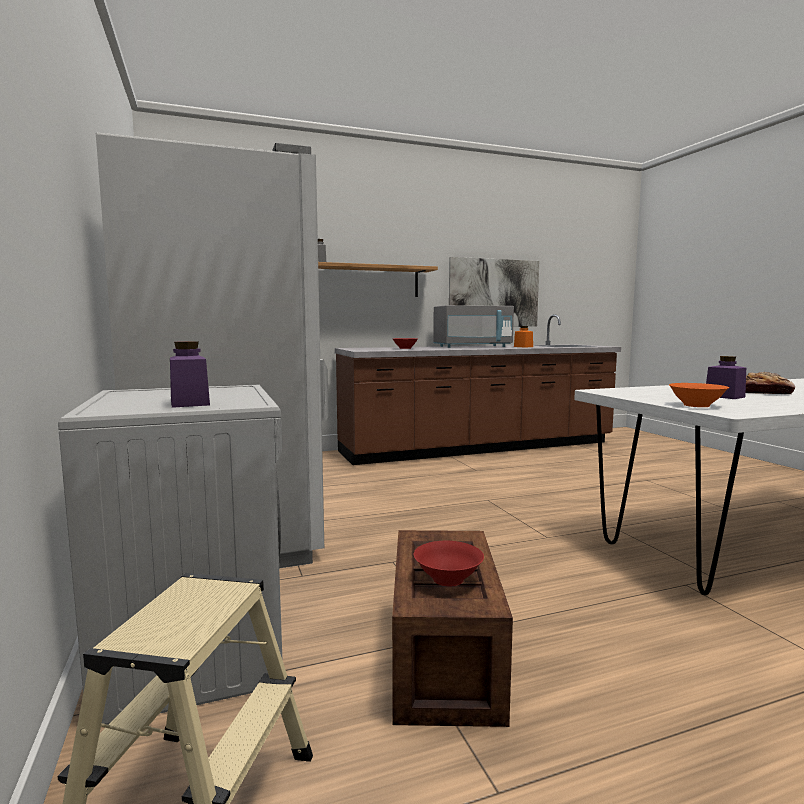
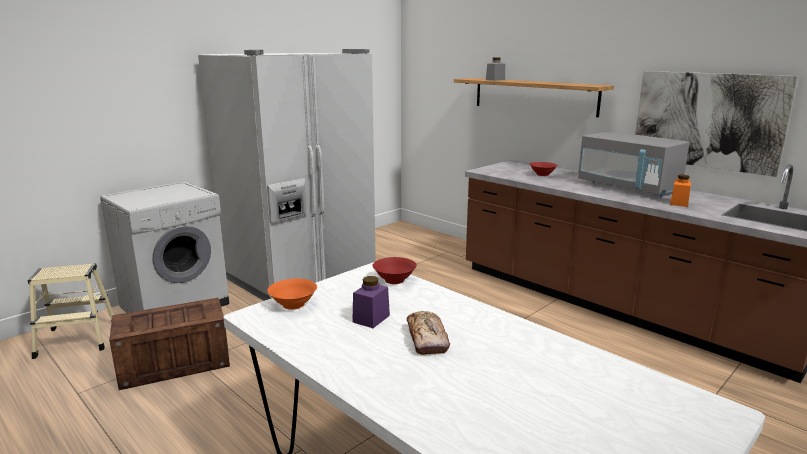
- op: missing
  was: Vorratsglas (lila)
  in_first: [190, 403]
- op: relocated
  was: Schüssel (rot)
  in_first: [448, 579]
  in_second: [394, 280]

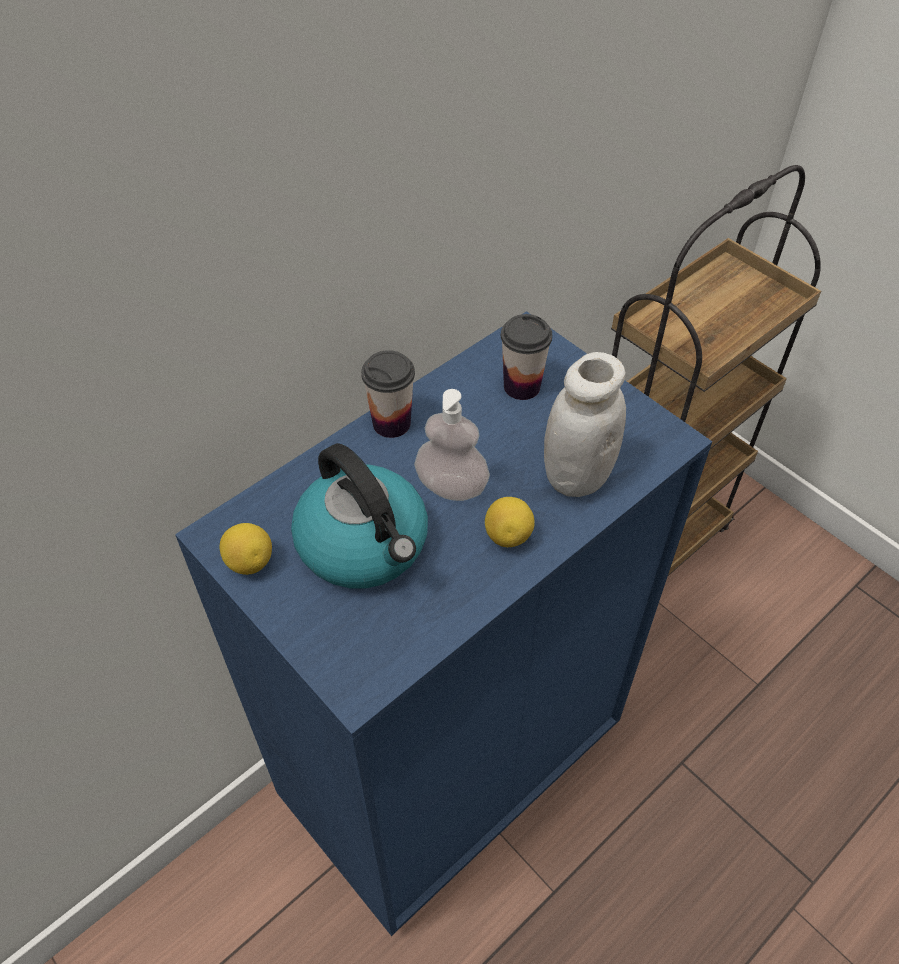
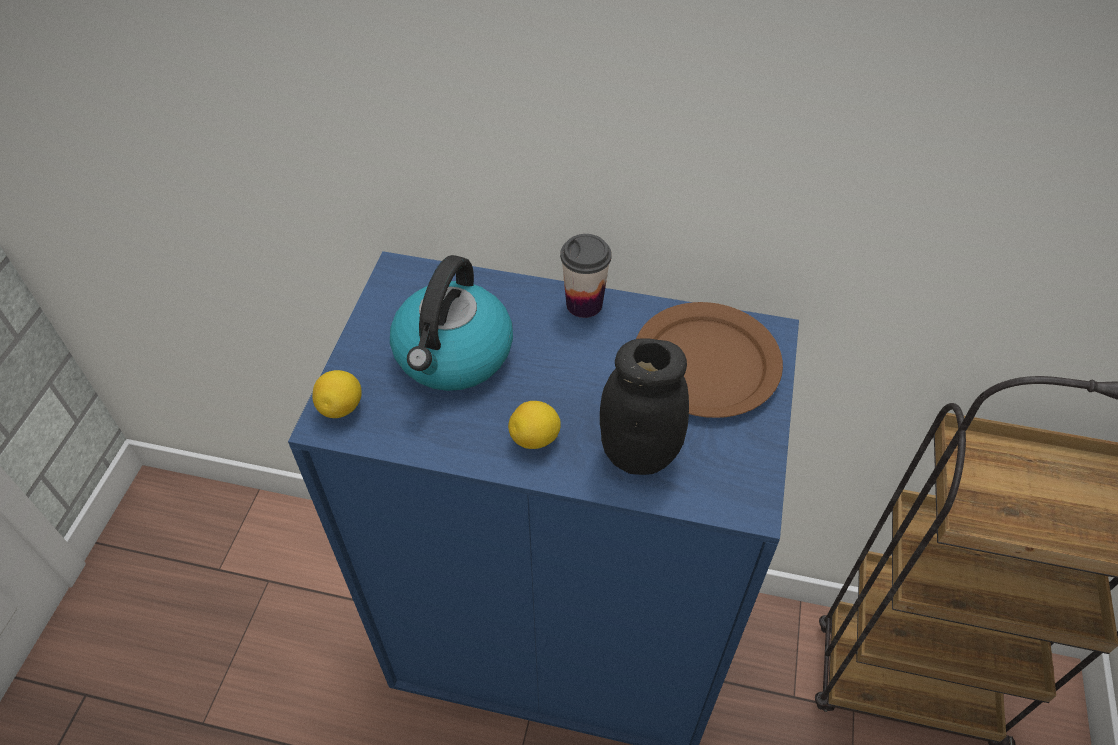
- op: missing
  was: Seifenspender
  in_first: [451, 487]
- op: relocated
  was: Zitrone
  in_first: [249, 562]
  in_second: [341, 407]
- op: exchanged
  was: Tasse
  now: Teller (braun)
  in_first: [522, 386]
  in_second: [705, 363]
- op: colour
  was: Vorratsglas (weiß)
  now: Vorratsglas (schwarz)
  in_first: [576, 476]
  in_second: [639, 453]

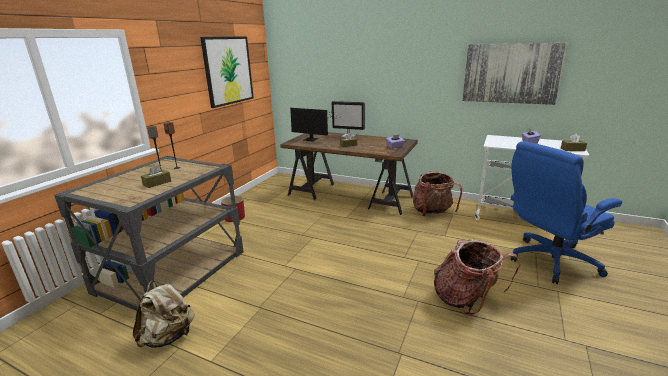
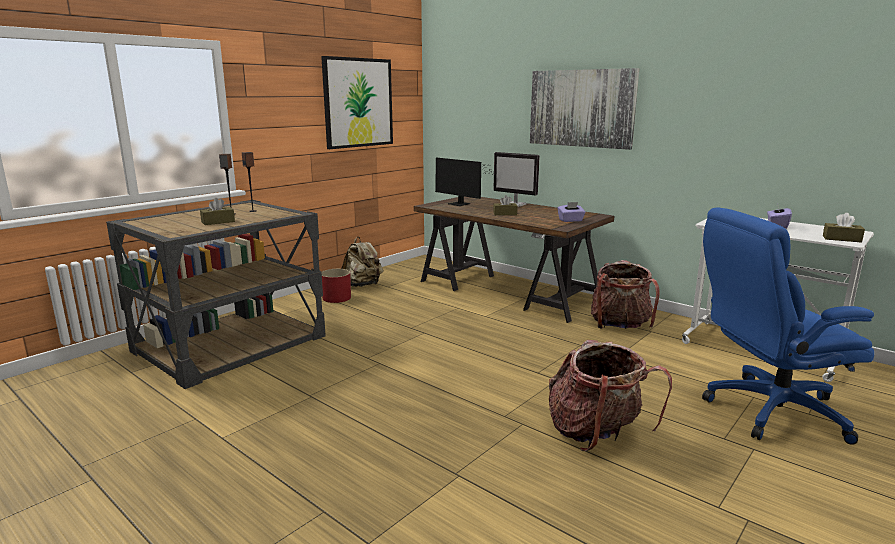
- op: relocated
  was: Rucksack (beige)
  in_first: [168, 337]
  in_second: [362, 285]
- op: relocated
  was: Bild
  in_first: [511, 73]
  in_second: [581, 108]

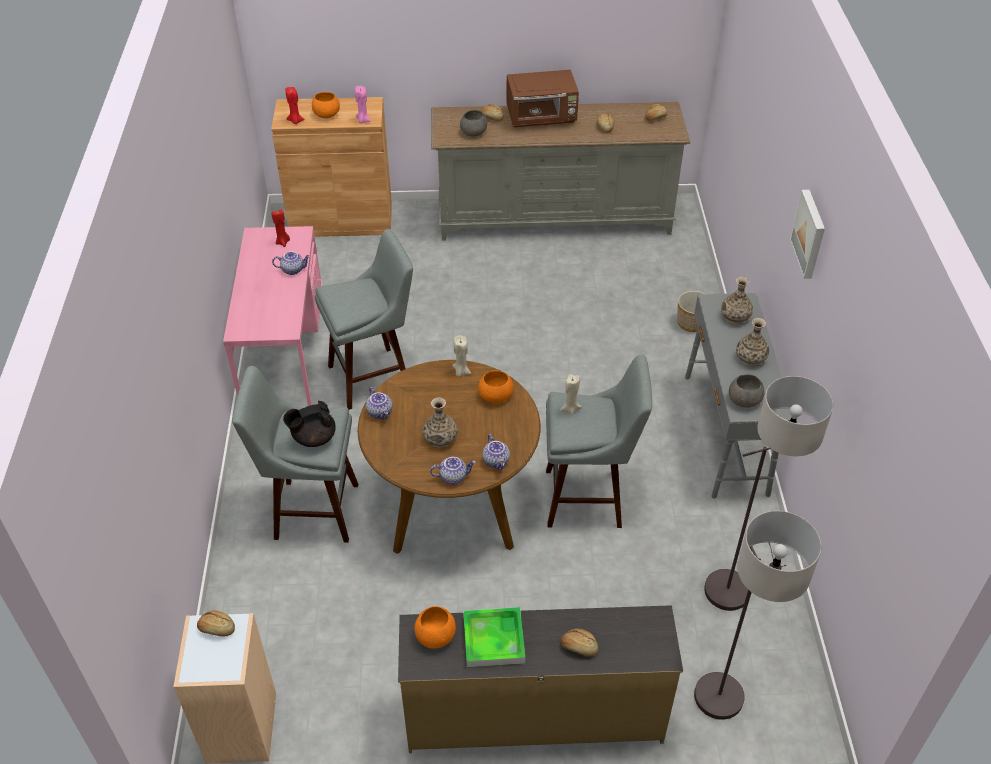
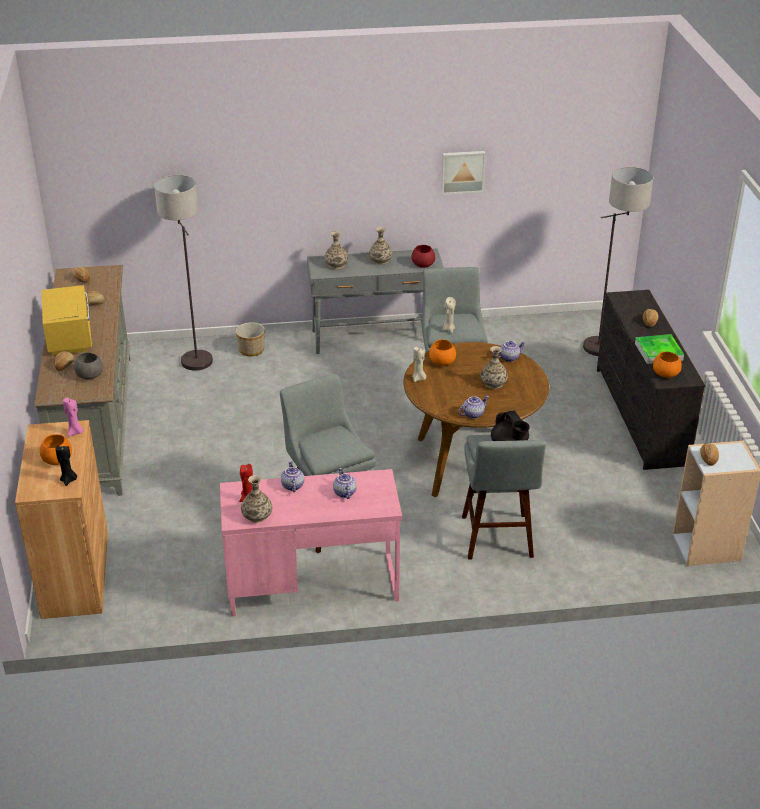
- op: appeared
  now: Vase
  in_second: [257, 515]
- op: relocated
  was: Teekanne
  in_first: [453, 476]
  in_second: [344, 492]
- op: relocated
  was: Stehlampe (grau)
  in_first: [739, 587]
  in_second: [194, 356]
- op: relocated
  was: Bild
  in_first: [810, 234]
  in_second: [462, 171]
- op: colour
  was: Kerze (rot)
  now: Kerze (schwarz)
  in_first: [295, 121]
  in_second: [68, 480]
- op: colour
  was: Mikrowelle (braun)
  now: Mikrowelle (gelb)
  in_first: [542, 118]
  in_second: [70, 337]
- op: colour
  was: Schüssel (grau)
  now: Schüssel (rot)
  in_first: [743, 400]
  in_second: [423, 264]

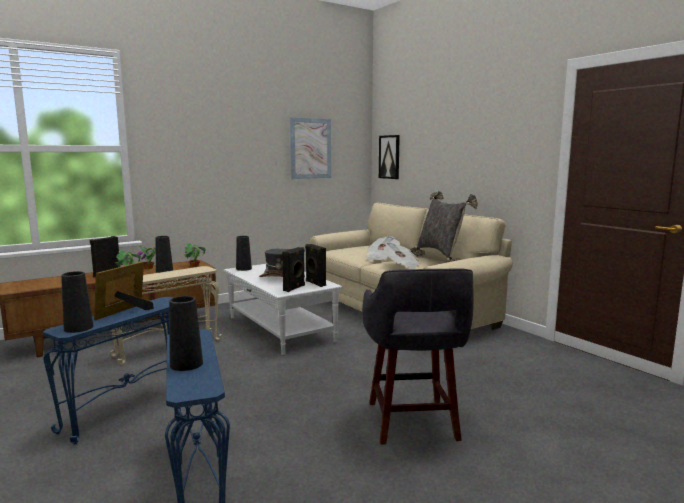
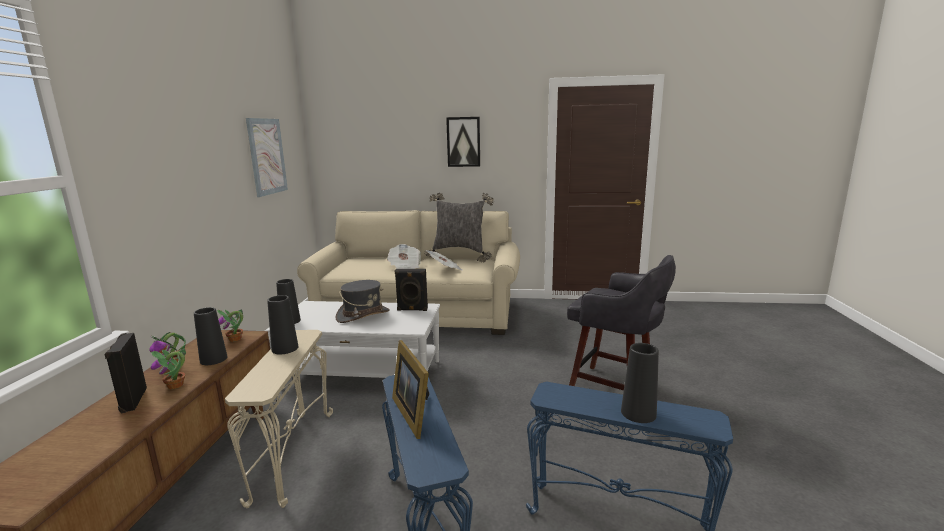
- op: missing
  was: Lautsprecher (schwarz)
  in_first: [294, 288]
- op: relocated
  was: Vase (schwarz)
  in_first: [78, 328]
  in_second: [285, 348]
- op: relocated
  was: Bild
  in_first: [389, 157]
  in_second: [463, 142]

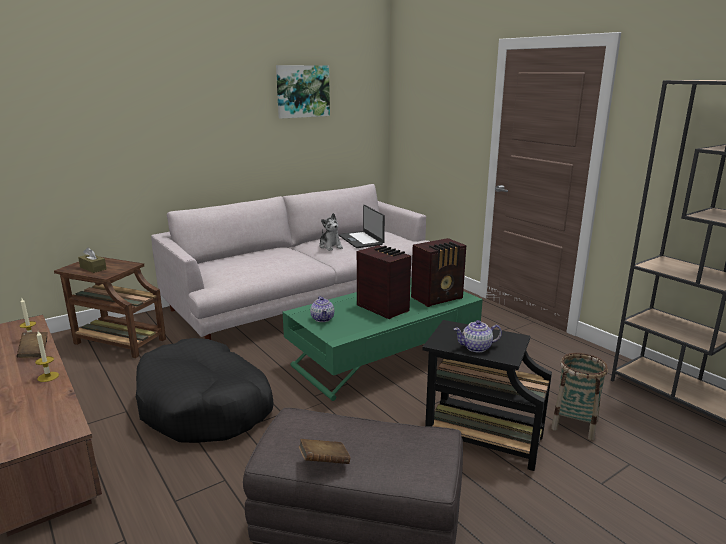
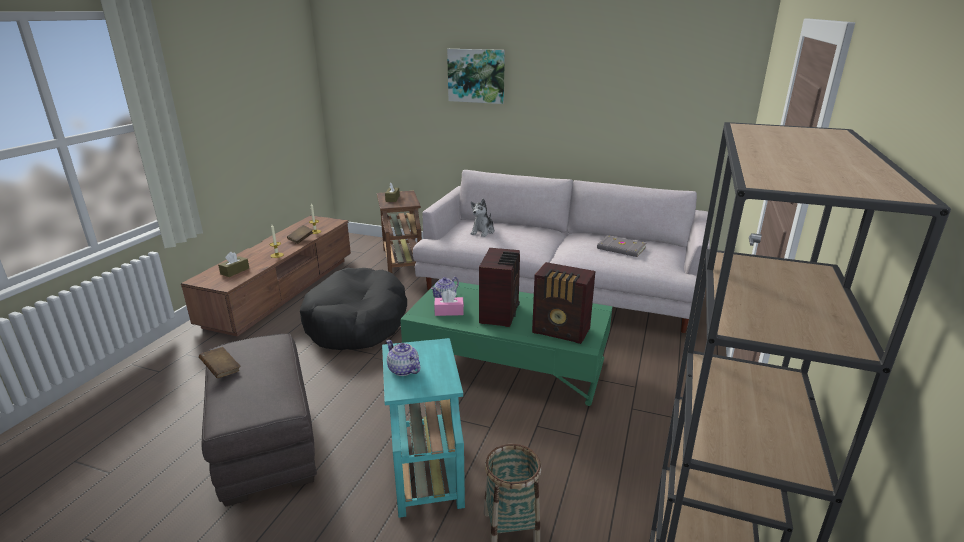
- op: appeared
  now: Taschentuchbox (braun)
  in_second: [235, 271]
- op: appeared
  now: Taschentuchbox (rosa)
  in_second: [449, 311]
- op: relocated
  was: Bild
  in_first: [302, 91]
  in_second: [476, 76]
- op: relocated
  was: Plüschtier
  in_first: [330, 246]
  in_second: [483, 232]
- op: exchanged
  was: Laptop
  now: Buch (grau)
  in_first: [361, 240]
  in_second: [621, 248]
- op: colour
  was: Beistelltisch (schwarz)
  now: Beistelltisch (türkis)
  in_first: [480, 438]
  in_second: [426, 466]

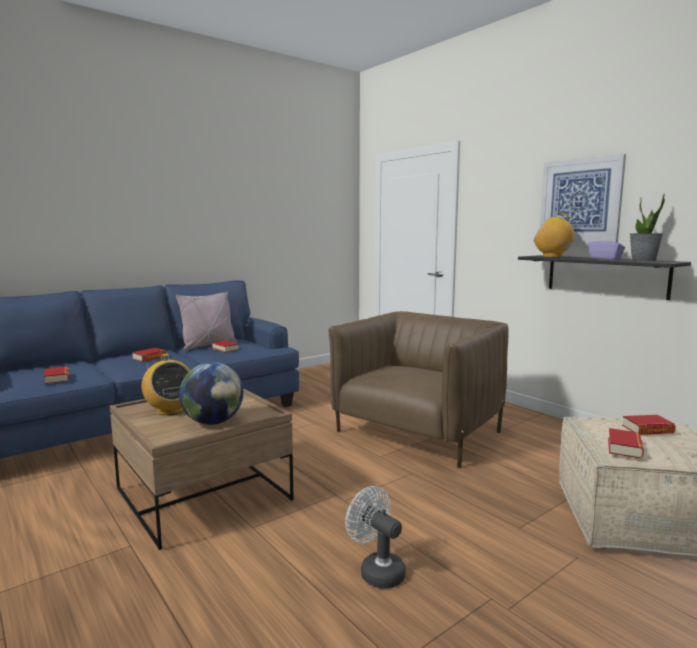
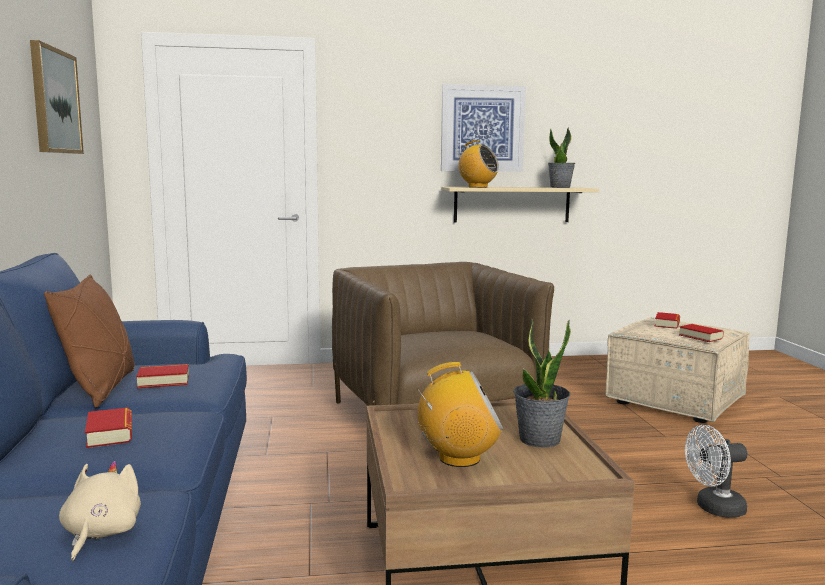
- op: missing
  was: Taschentuchbox (lila)
  in_first: [605, 259]
- op: appeared
  now: Bild
  in_second: [54, 101]
- op: exchanged
  was: Buch
  now: Plüschtier (beige)
  in_first: [57, 378]
  in_second: [100, 534]
- op: exchanged
  was: Globus
  now: Topfpflanze
  in_first: [213, 422]
  in_second: [539, 440]
- op: colour
  was: Kissen (lila)
  now: Kissen (braun)
  in_first: [208, 345]
  in_second: [101, 388]
- op: colour
  was: Wandregal (schwarz)
  now: Wandregal (beige)
  in_first: [605, 276]
  in_second: [512, 204]
- op: spun
  was: Radio
  in_first: [552, 257]
  in_second: [477, 187]
  clockwise: -120

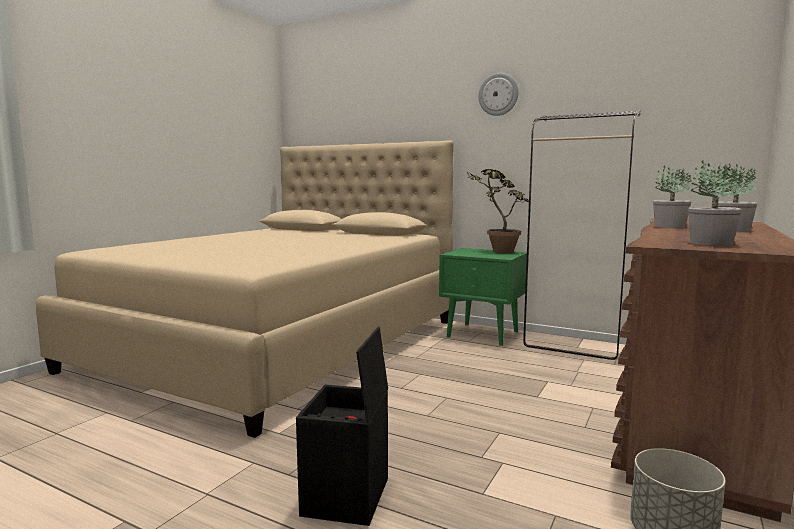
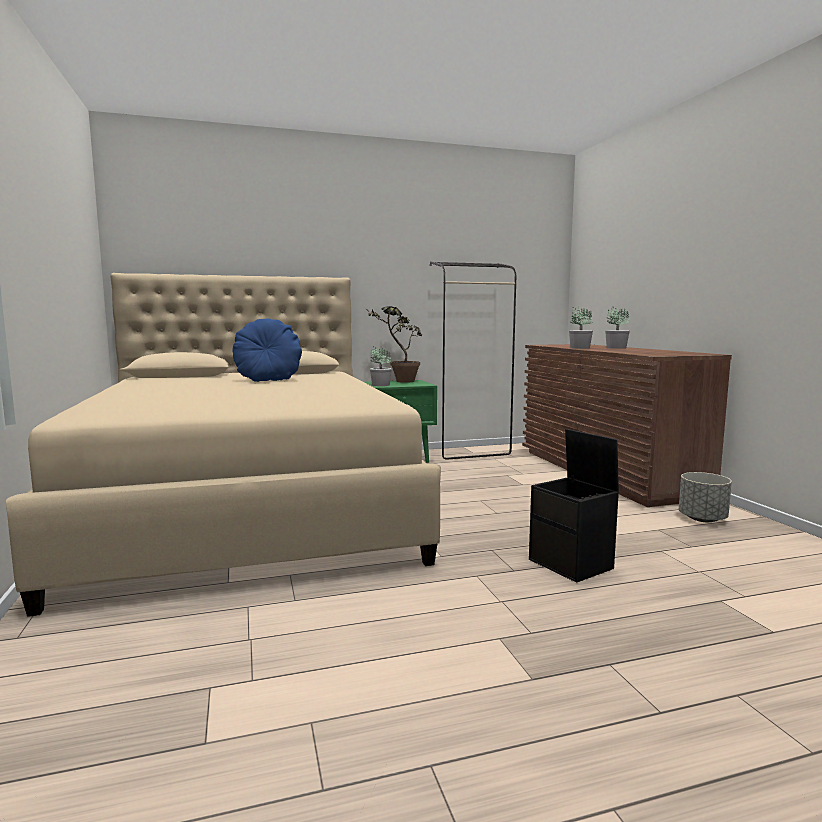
- op: missing
  was: Wanduhr
  in_first: [498, 94]
- op: appeared
  now: Kissen (blau)
  in_second: [268, 380]
- op: relocated
  was: Topfpflanze
  in_first: [710, 243]
  in_second: [380, 385]

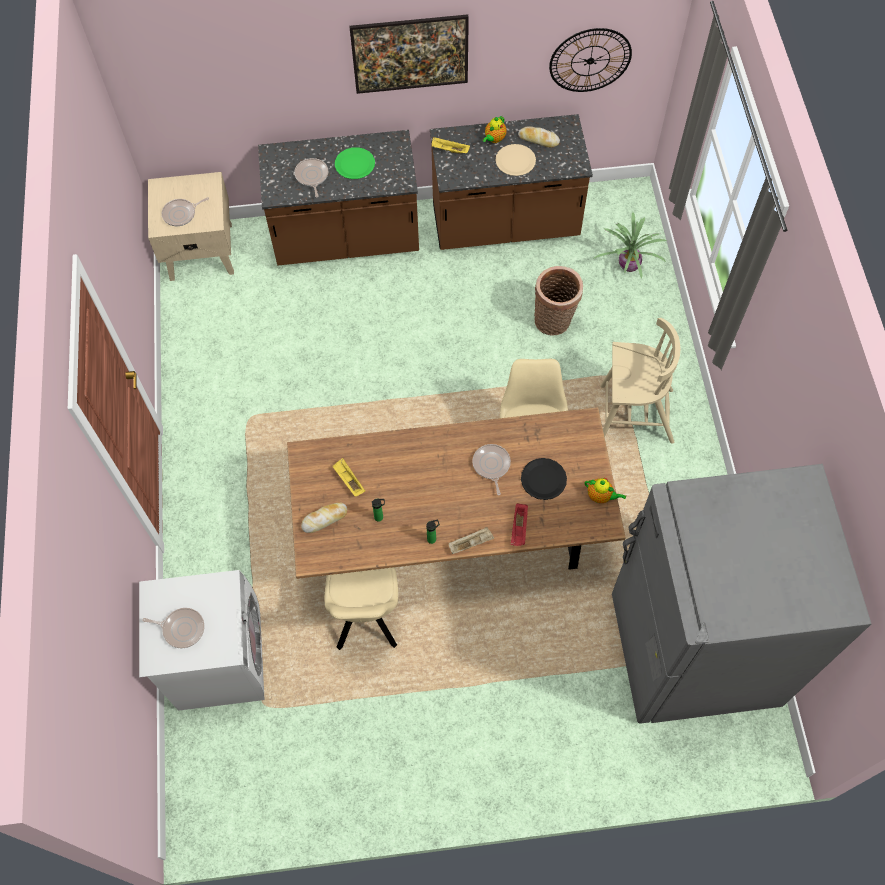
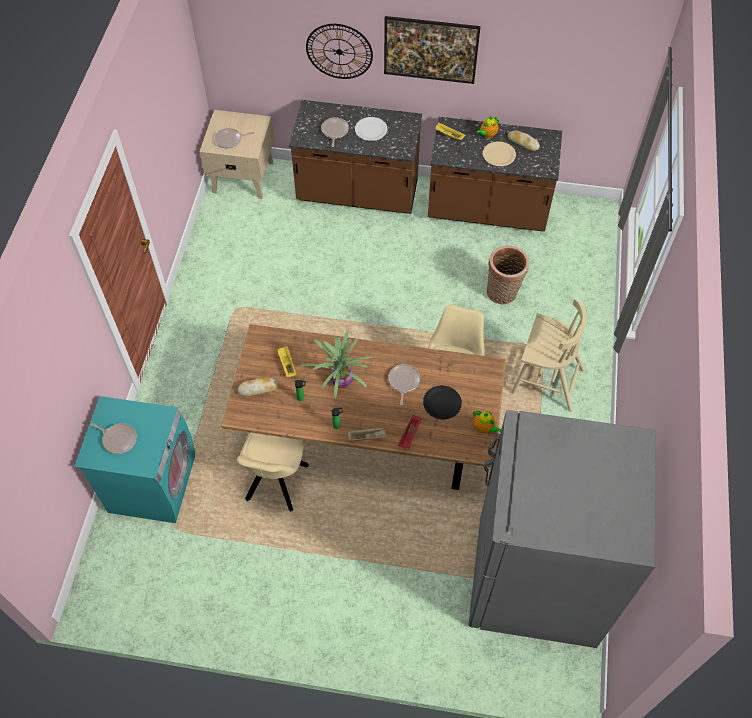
- op: relocated
  was: Wanduhr
  in_first: [590, 60]
  in_second: [339, 51]
- op: relocated
  was: Topfpflanze
  in_first: [627, 265]
  in_second: [340, 380]
- op: colour
  was: Waschmaschine (weiß)
  now: Waschmaschine (türkis)
  in_first: [218, 659]
  in_second: [151, 483]
- op: colour
  was: Teller (grün)
  now: Teller (weiß)
  in_first: [355, 164]
  in_second: [371, 129]

